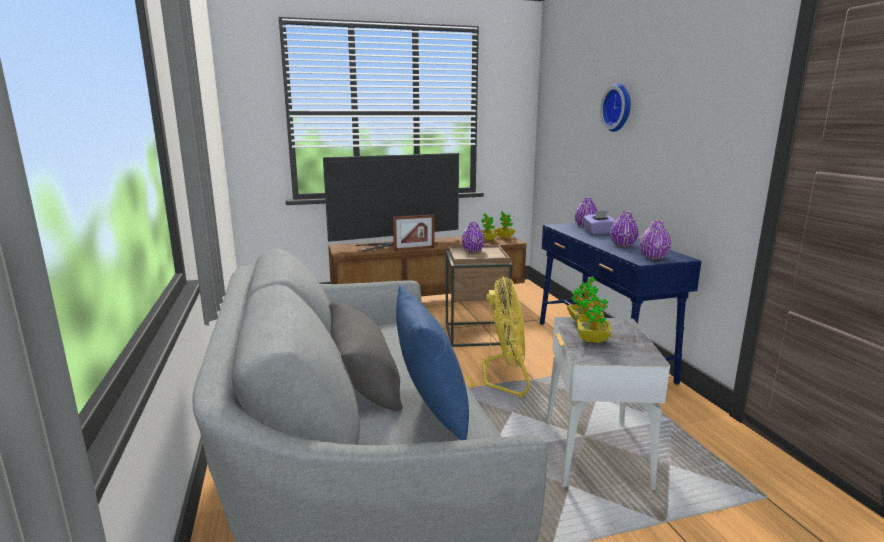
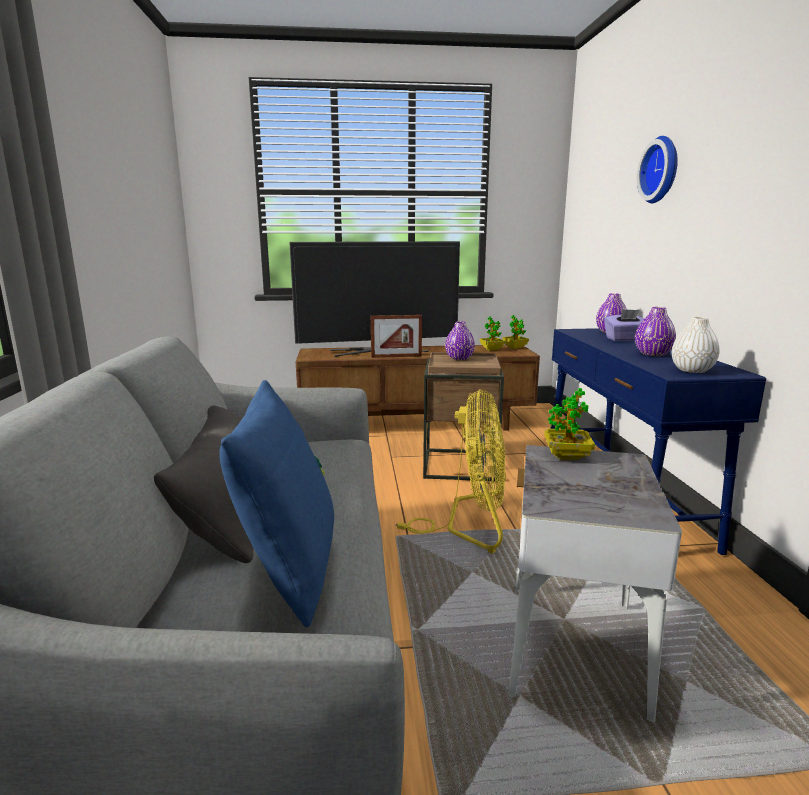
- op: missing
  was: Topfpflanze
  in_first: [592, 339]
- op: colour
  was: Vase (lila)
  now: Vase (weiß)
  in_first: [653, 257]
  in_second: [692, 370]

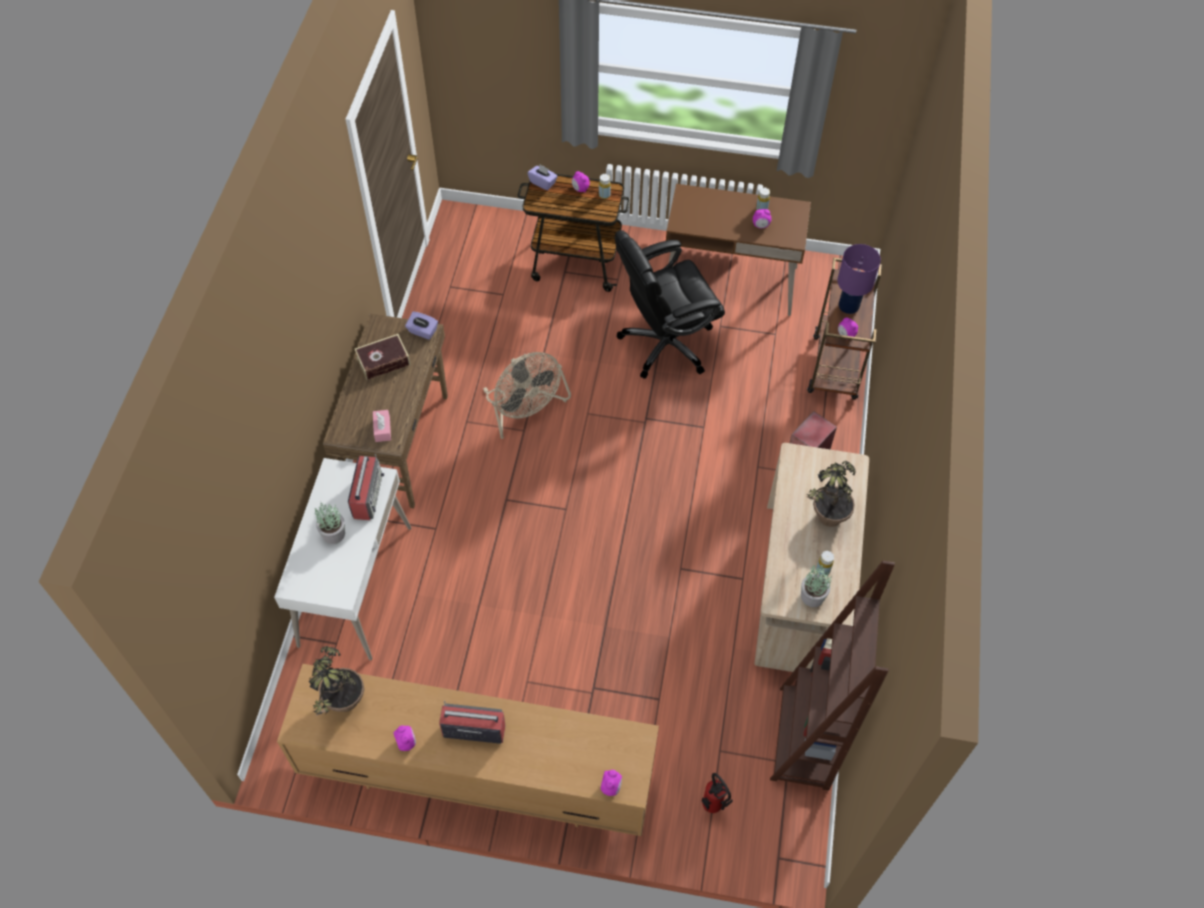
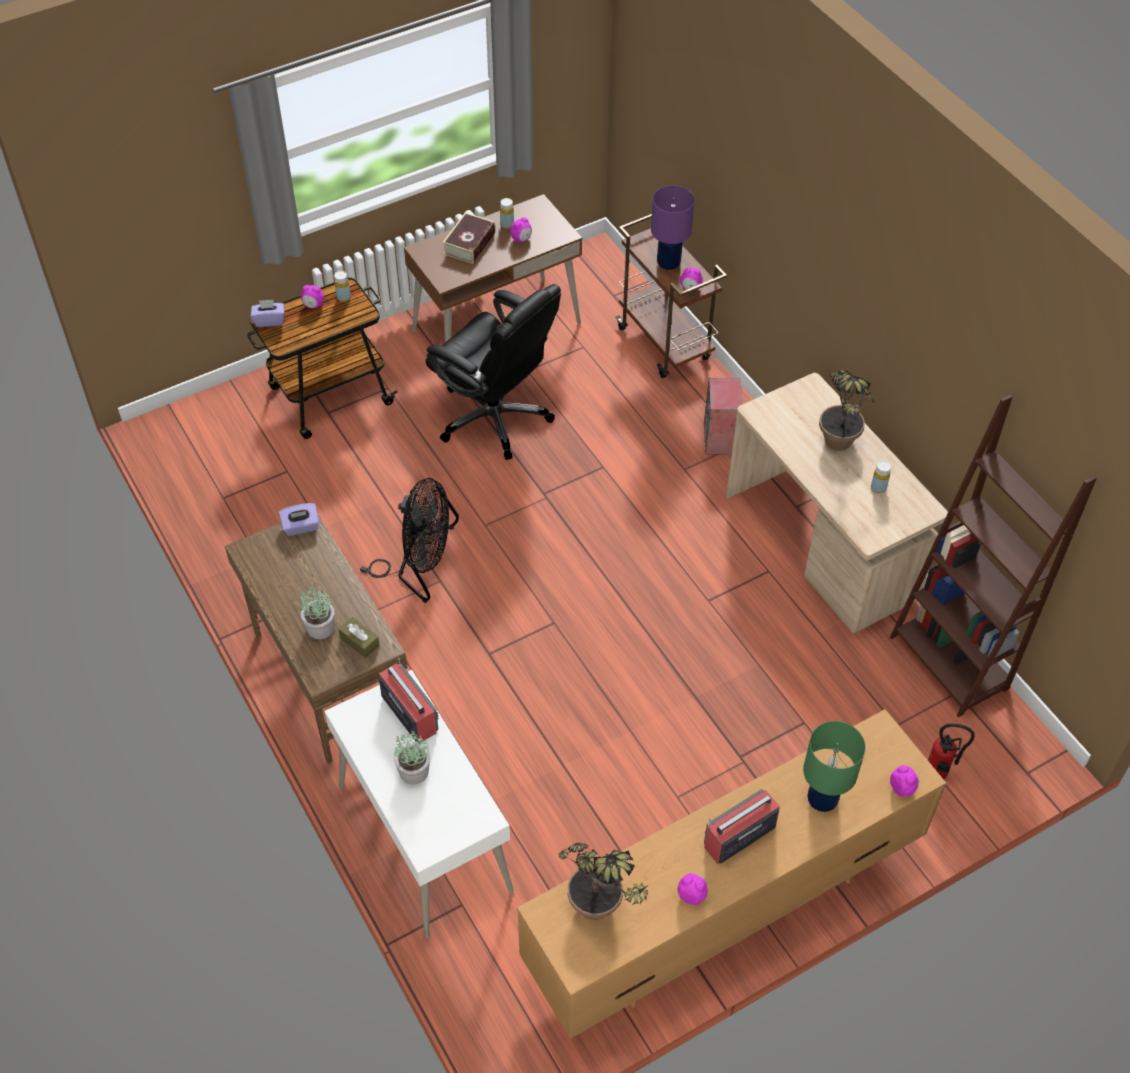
- op: appeared
  now: Tischlampe (grün)
  in_second: [822, 800]
- op: relocated
  was: Buch
  in_first: [383, 361]
  in_second: [469, 244]
- op: relocated
  was: Topfpflanze
  in_first: [812, 596]
  in_second: [319, 627]
- op: colour
  was: Taschentuchbox (rosa)
  now: Taschentuchbox (braun)
  in_first: [382, 429]
  in_second: [359, 642]
- op: colour
  was: Ventilator (beige)
  now: Ventilator (schwarz)
  in_first: [522, 409]
  in_second: [419, 563]
- op: spun
  was: Bürostuhl (schwarz)
  in_first: [666, 344]
  in_second: [494, 417]
  clockwise: -75

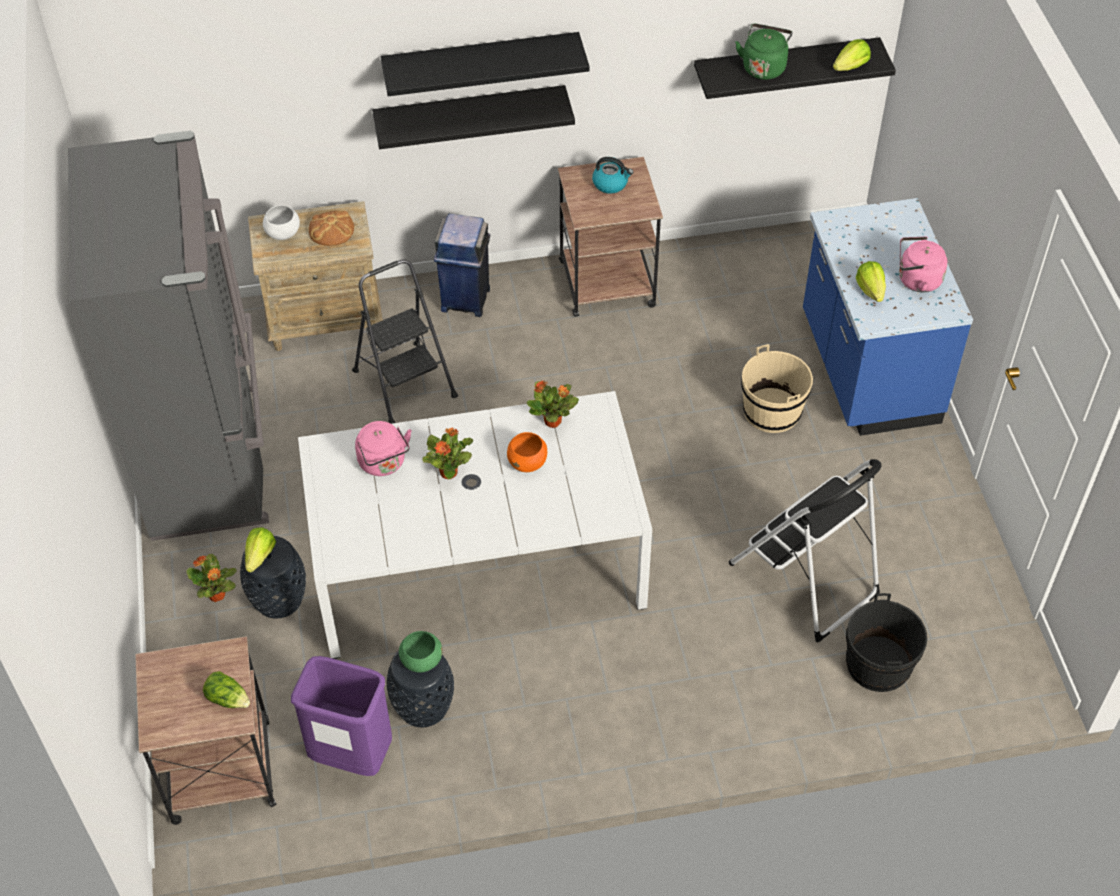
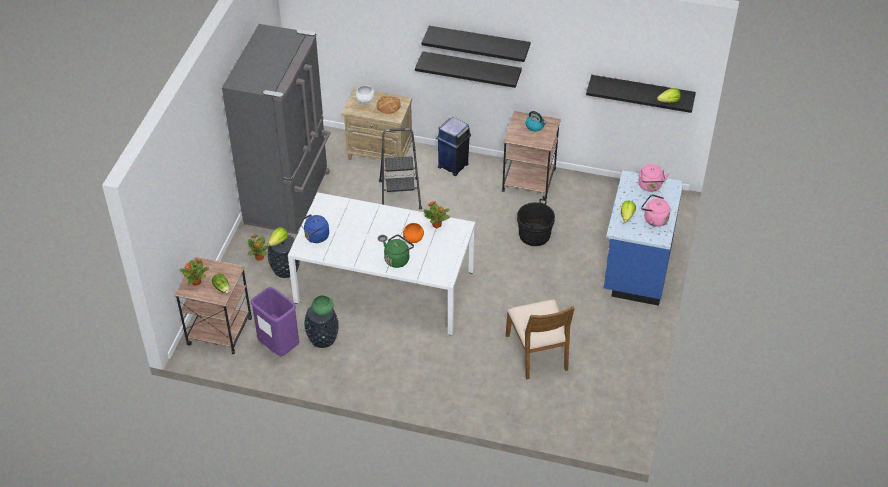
- op: missing
  was: Eimer (beige)
  in_first: [772, 411]
- op: appeared
  now: Wasserkessel (blau)
  in_second: [315, 237]
- op: relocated
  was: Wasserkessel (rosa)
  in_first: [384, 463]
  in_second: [650, 186]
- op: relocated
  was: Topfpflanze
  in_first: [449, 472]
  in_second: [197, 282]
- op: relocated
  was: Wasserkessel (grün)
  in_first: [764, 67]
  in_second: [398, 259]
- op: relocated
  was: Eimer (schwarz)
  in_first: [878, 664]
  in_second: [534, 235]
- op: exchanged
  was: Trittleiter
  now: Stuhl (braun)
  in_first: [806, 581]
  in_second: [538, 352]

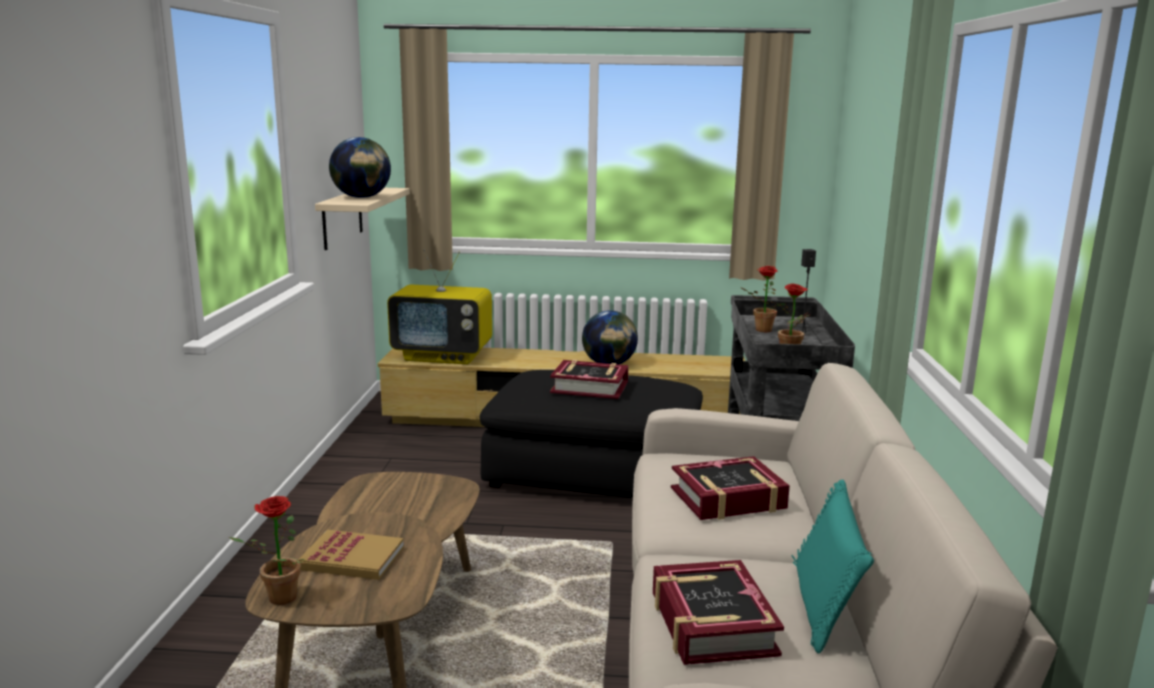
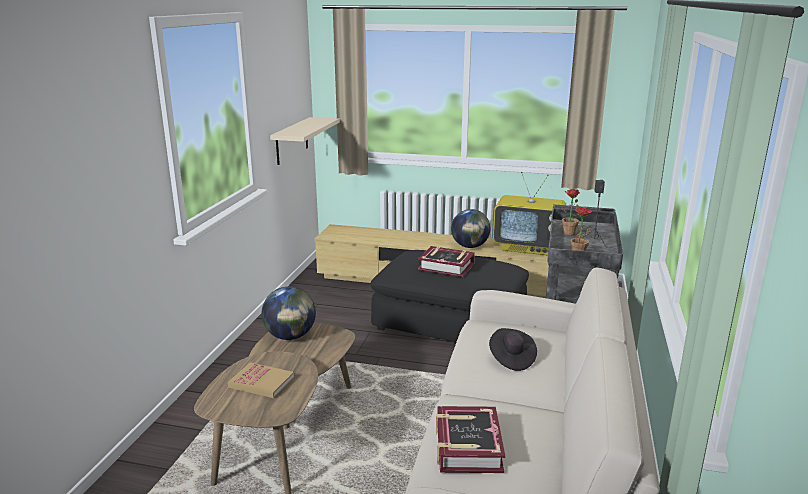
- op: missing
  was: Topfpflanze
  in_first: [276, 599]
- op: missing
  was: Kissen (türkis)
  in_first: [824, 606]
- op: relocated
  was: Globus
  in_first: [362, 197]
  in_second: [290, 336]
- op: relocated
  was: Fernseher
  in_first: [443, 356]
  in_second: [528, 247]
- op: exchanged
  was: Buch
  now: Hut (schwarz)
  in_first: [728, 499]
  in_second: [511, 359]

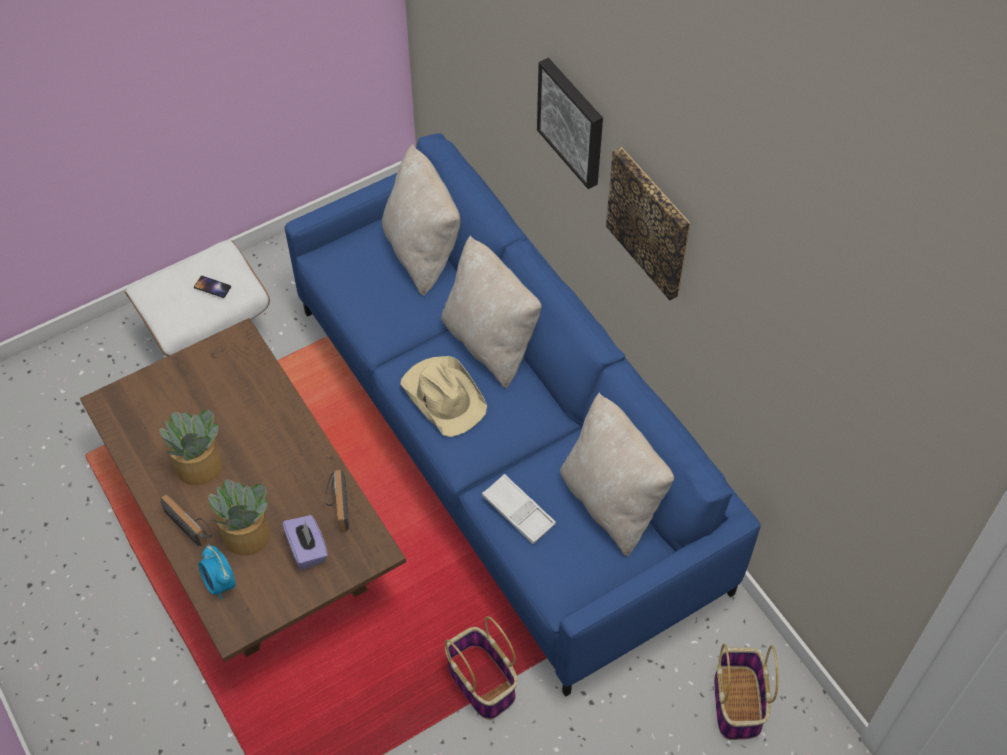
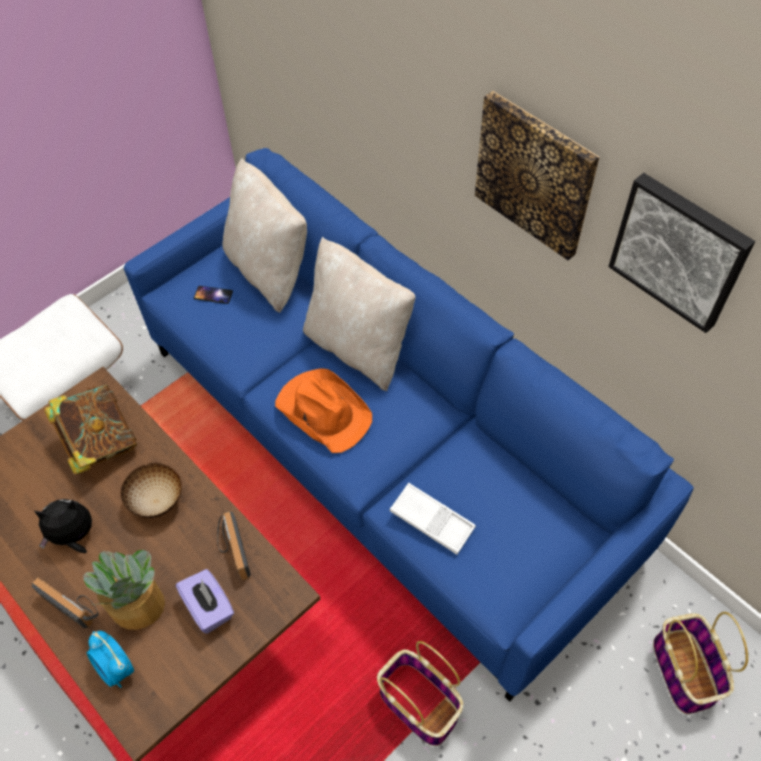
- op: missing
  was: Kissen (beige)
  in_first: [611, 501]
- op: appeared
  now: Buch
  in_second: [99, 443]
- op: appeared
  now: Schüssel
  in_second: [158, 501]
- op: relocated
  was: Handy
  in_first: [212, 287]
  in_second: [213, 295]
- op: relocated
  was: Bild
  in_first: [573, 121]
  in_second: [680, 251]
- op: exchanged
  was: Topfpflanze
  now: Plüschtier
  in_first: [200, 467]
  in_second: [74, 536]
- op: colour
  was: Hut (beige)
  now: Hut (orange)
  in_first: [444, 396]
  in_second: [323, 411]

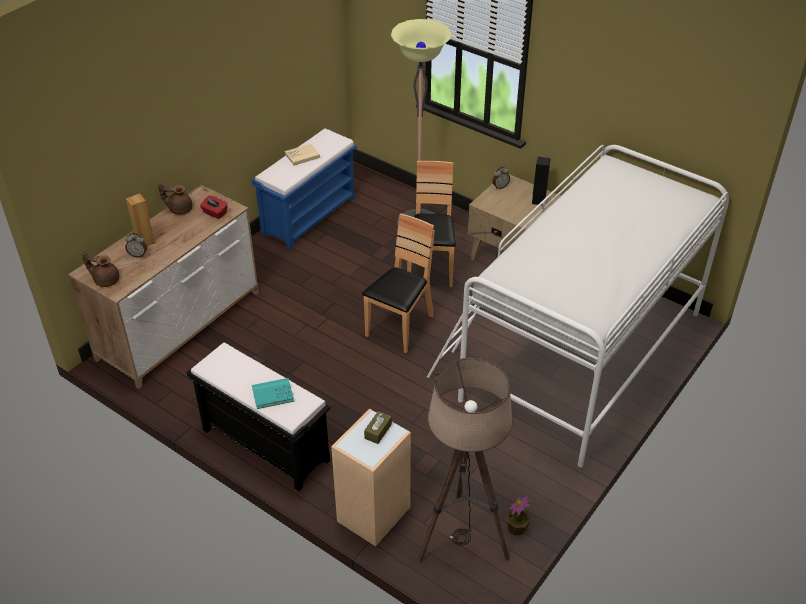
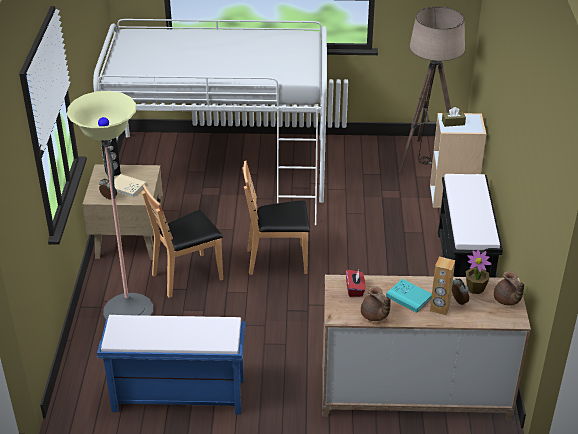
- op: relocated
  was: Buch (türkis)
  in_first: [273, 395]
  in_second: [409, 297]
- op: relocated
  was: Buch (beige)
  in_first: [302, 156]
  in_second: [127, 187]
- op: relocated
  was: Topfpflanze
  in_first: [516, 528]
  in_second: [475, 288]

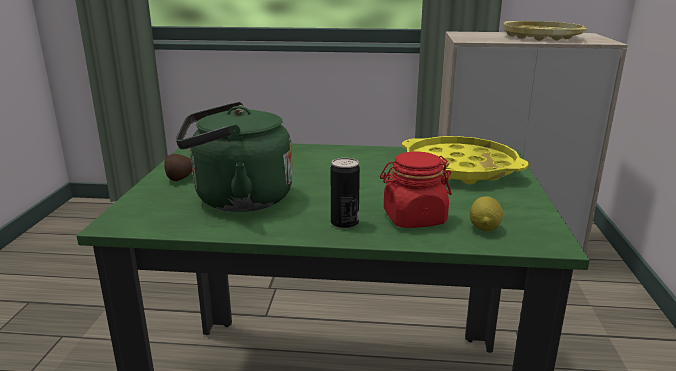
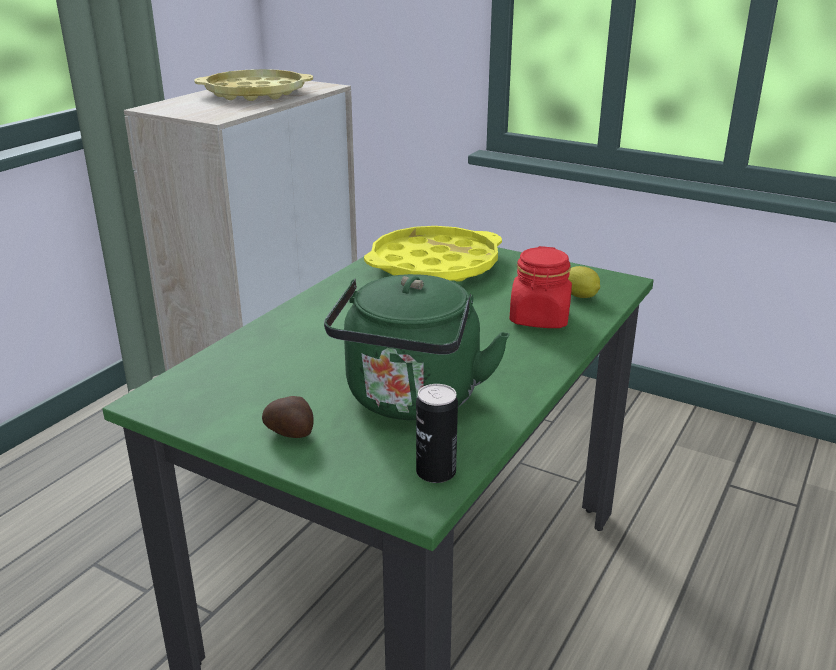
- op: relocated
  was: Dose
  in_first: [344, 223]
  in_second: [436, 472]

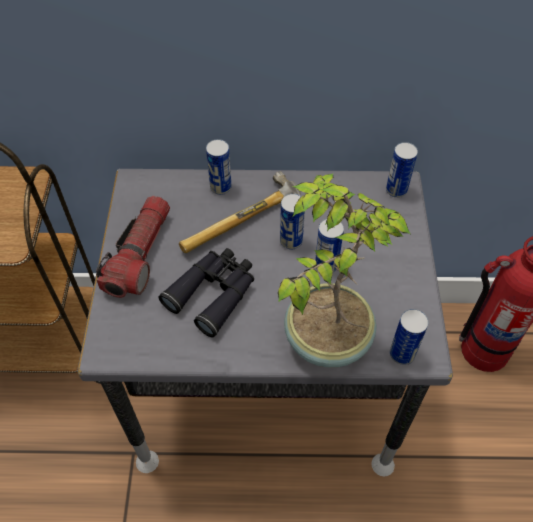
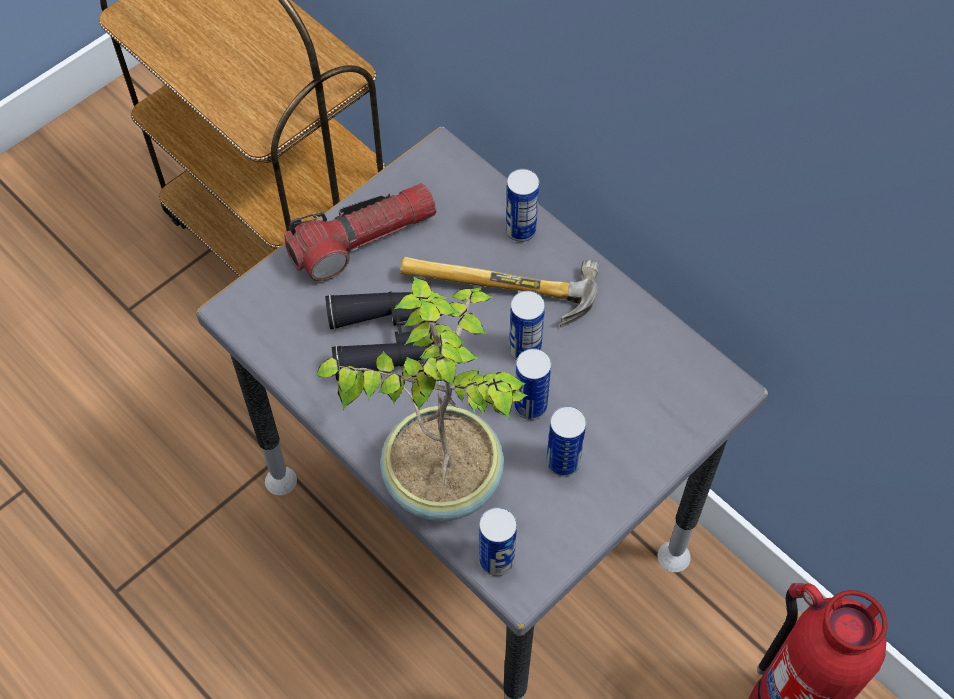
- op: relocated
  was: Dose
  in_first: [396, 190]
  in_second: [563, 462]

